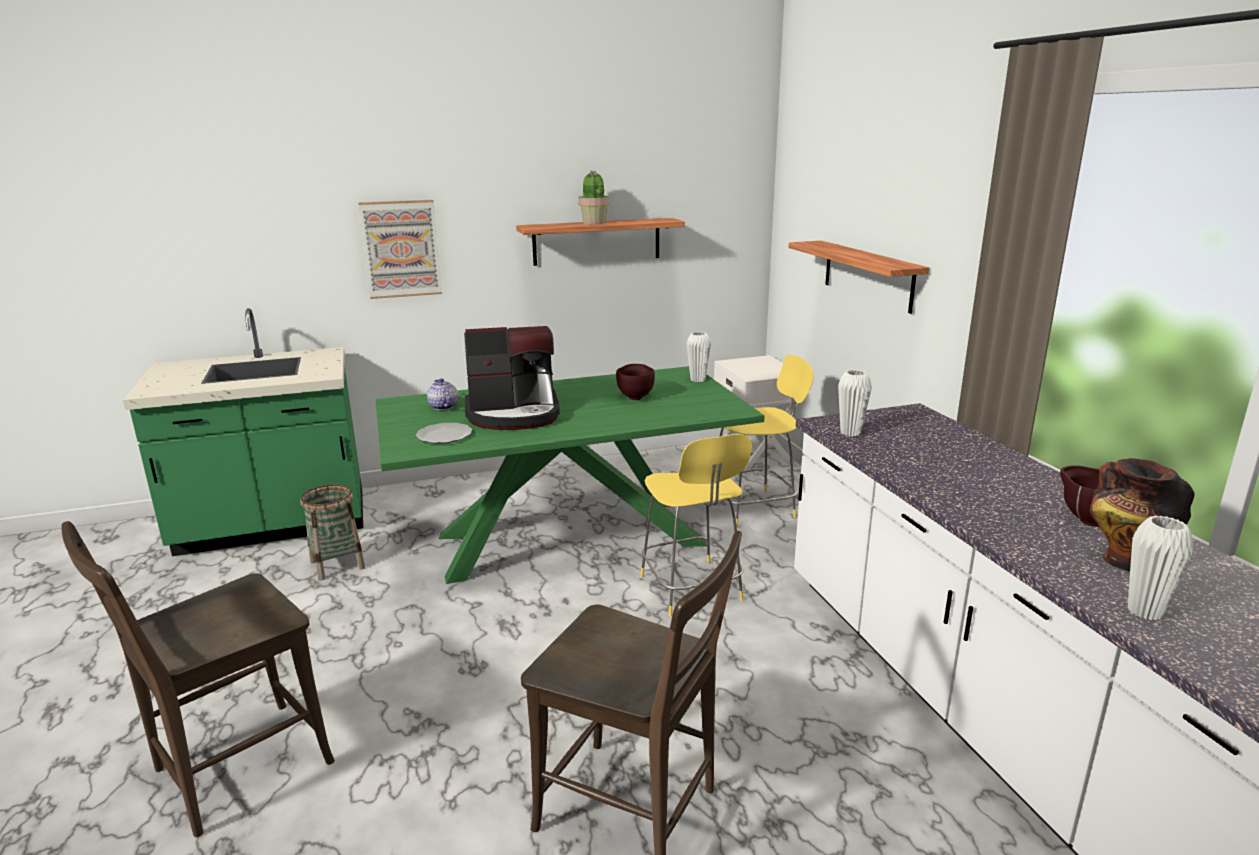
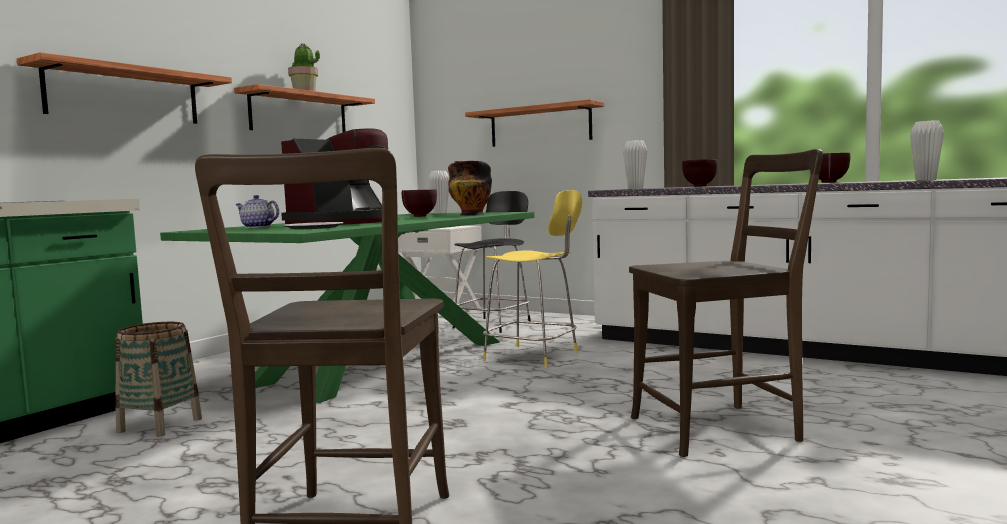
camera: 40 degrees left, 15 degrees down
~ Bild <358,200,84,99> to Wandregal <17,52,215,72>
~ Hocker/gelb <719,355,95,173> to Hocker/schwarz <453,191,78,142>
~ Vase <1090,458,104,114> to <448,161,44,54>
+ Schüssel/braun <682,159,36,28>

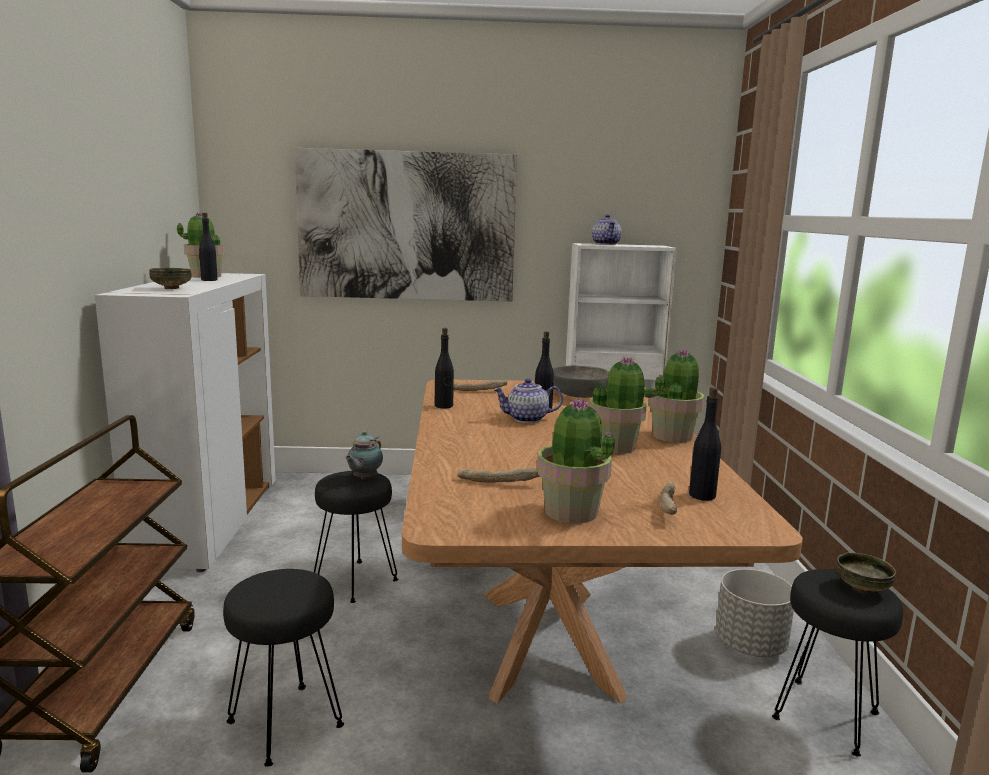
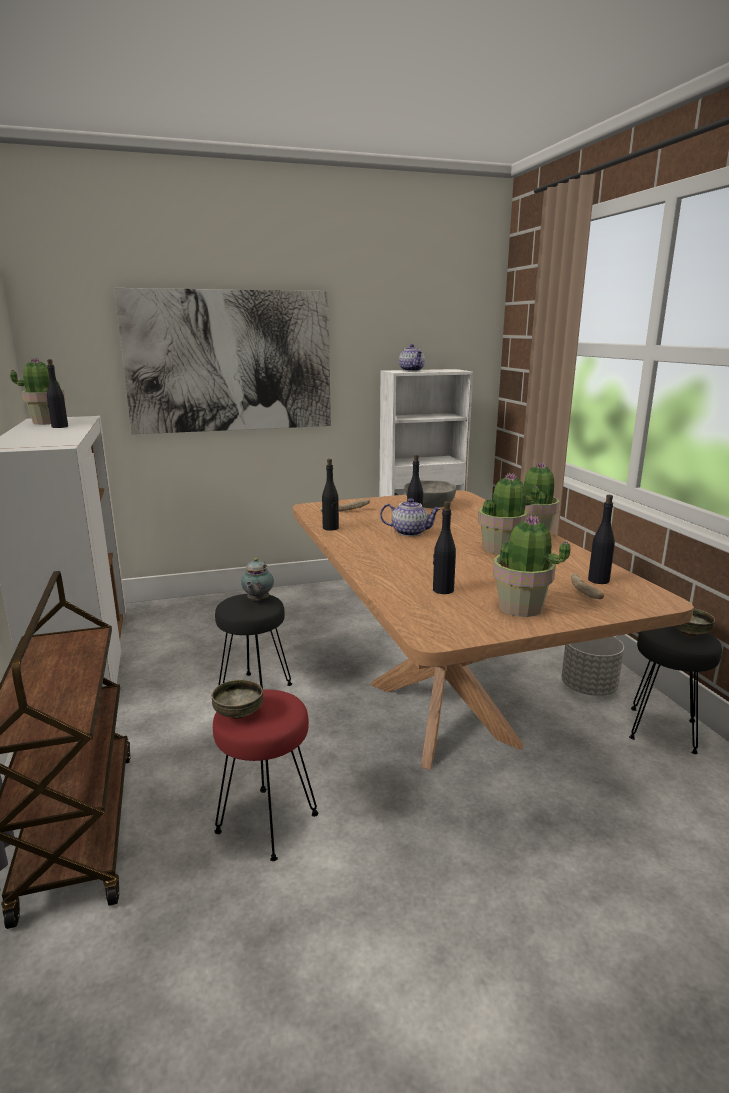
camera: 15 degrees left, 5 degrees up
~ Schüssel <149,268,43,21> to <211,680,52,39>
~ Teekanne <493,378,70,45> = <380,498,61,38> 150 degrees counterclockwise
~ Brot <457,468,83,15> to Flasche/schwarz <433,501,23,93>
~ Hocker/schwarz <223,569,121,198> to Hocker/rot <213,689,105,172>

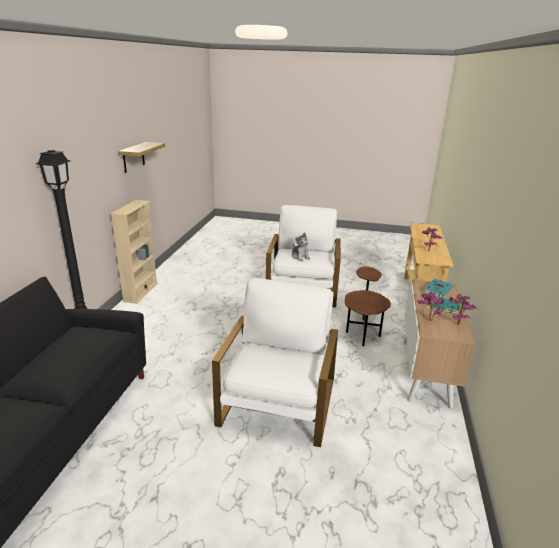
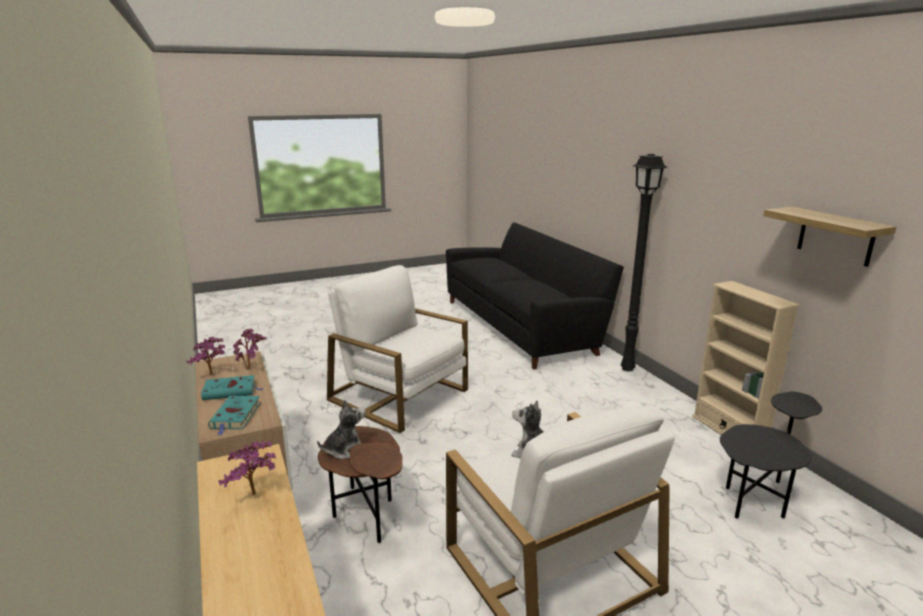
camera: 145 degrees right, 5 degrees down
~ Sessel/weiß <212,278,126,169> = <327,265,141,168> 150 degrees clockwise
+ Beistelltisch/schwarz <720,391,102,127>
+ Plüschtier <317,400,49,59>

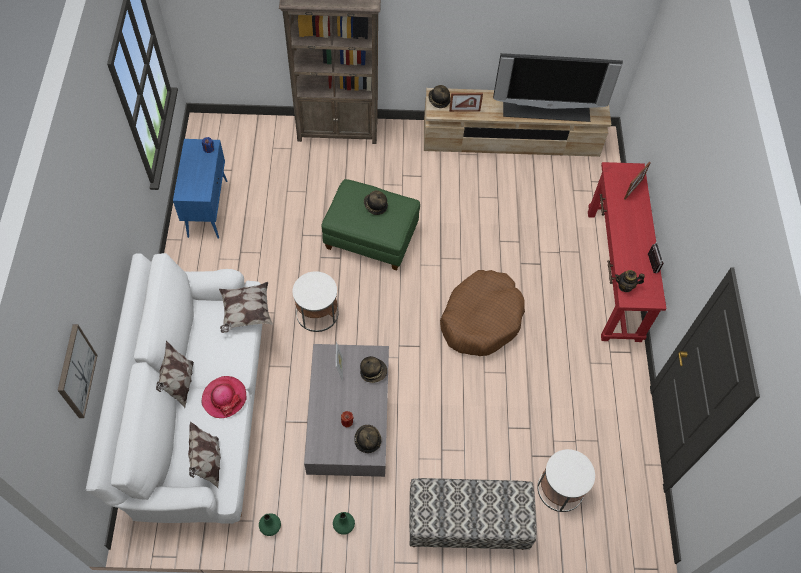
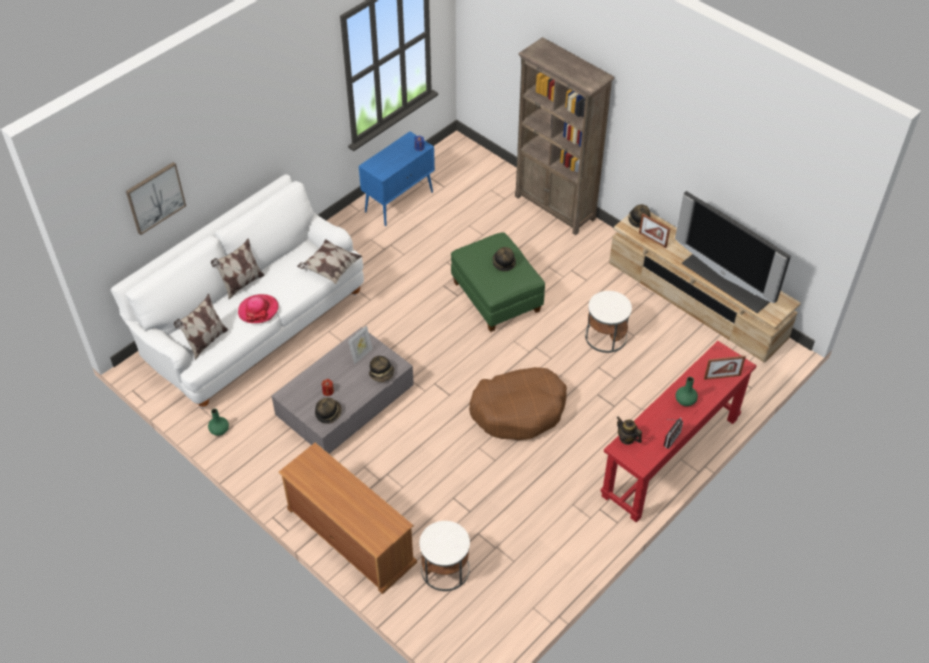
camera: 45 degrees right, 10 degrees down
~ Beistelltisch/weiß <293,271,45,61> to <585,291,47,62>
~ Bank <409,478,127,72> to Fernsehschrank/braun <278,443,139,151>
~ Vase/grün <333,512,22,23> to <676,377,22,29>

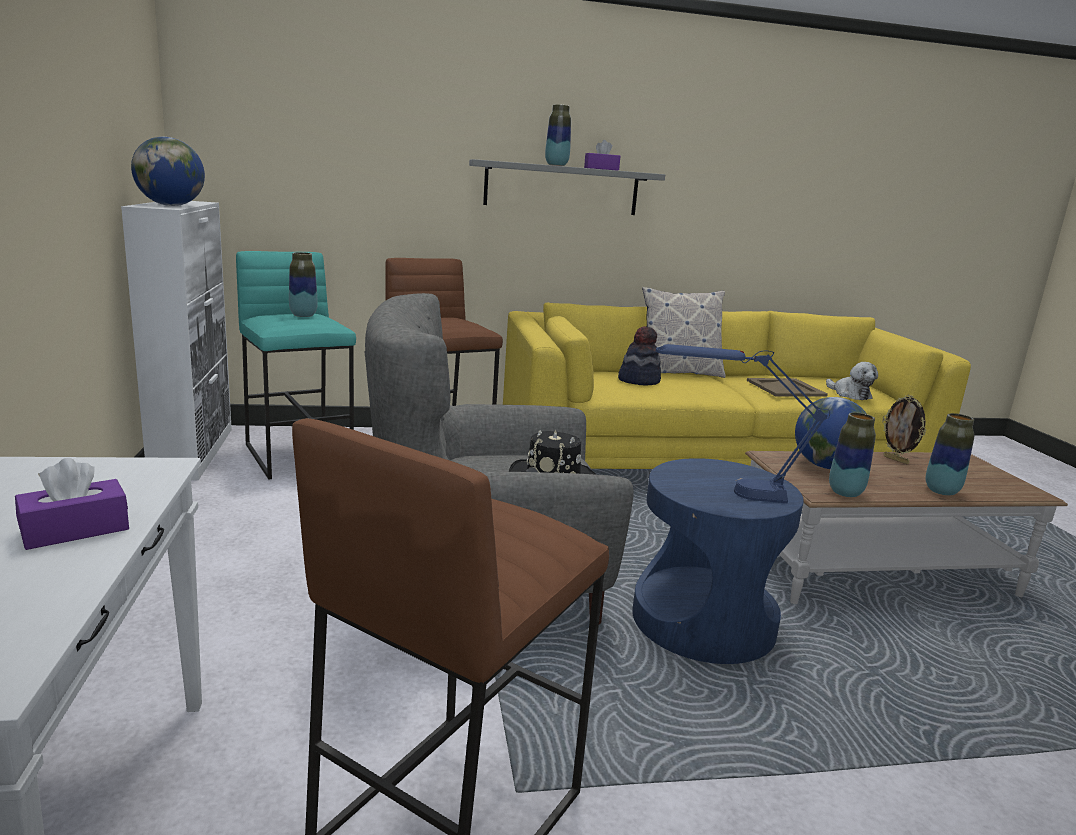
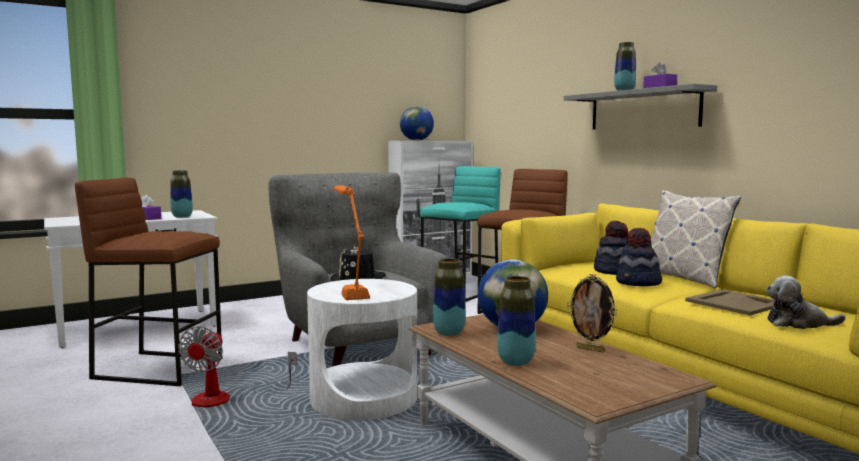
camera: 70 degrees right, 10 degrees down
~ Vase <289,252,29,65> to <171,170,22,48>
~ Tischlampe/blau <656,344,174,160> to Tischlampe/orange <334,185,36,115>
~ Plüschtier <826,362,52,38> = <766,276,79,53> 60 degrees clockwise
~ Bilderrahmen <882,395,44,69> = <567,274,50,78> 90 degrees counterclockwise
~ Beistelltisch/blau <632,458,172,206> to Beistelltisch/weiß <307,279,110,141>
+ Hut <616,228,46,58>
+ Ventilator <178,326,119,81>

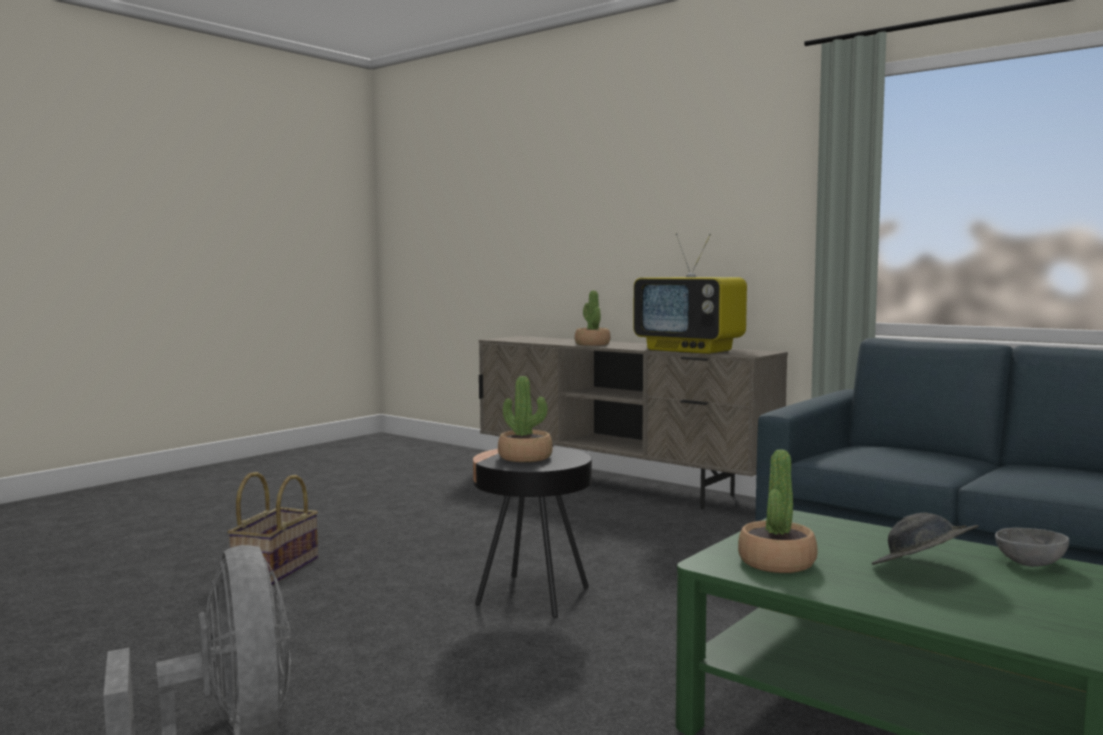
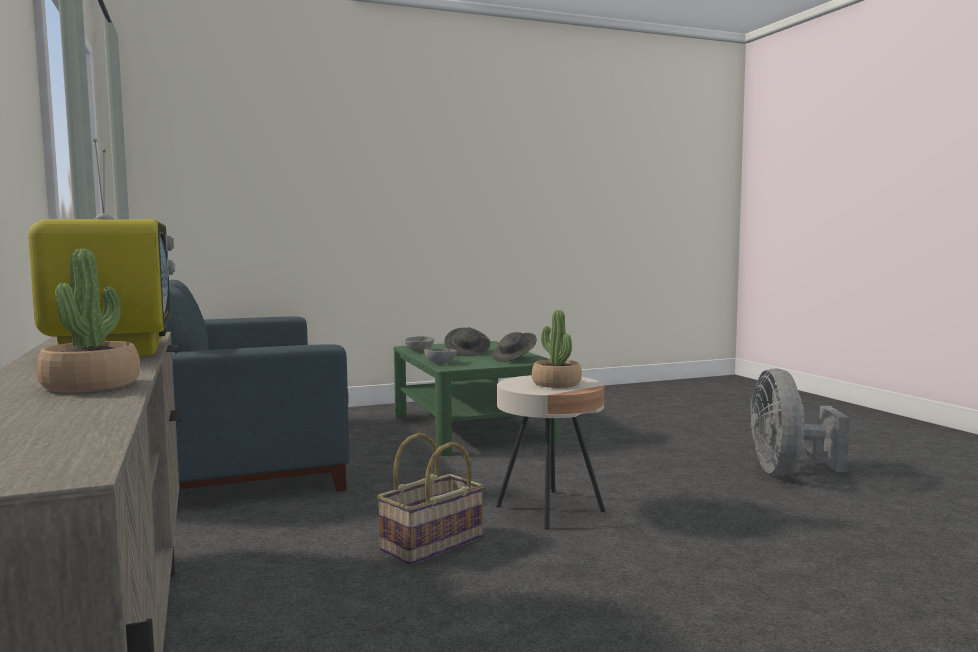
camera: 150 degrees left, 0 degrees up
~ Beistelltisch/schwarz <473,447,119,171> to Beistelltisch/beige <496,375,109,154>
~ Topfpflanze <738,449,80,124> to Hut/grau <492,332,45,30>
~ Korb <228,472,90,113> to <377,433,107,132>
+ Schüssel/grau <424,348,33,15>

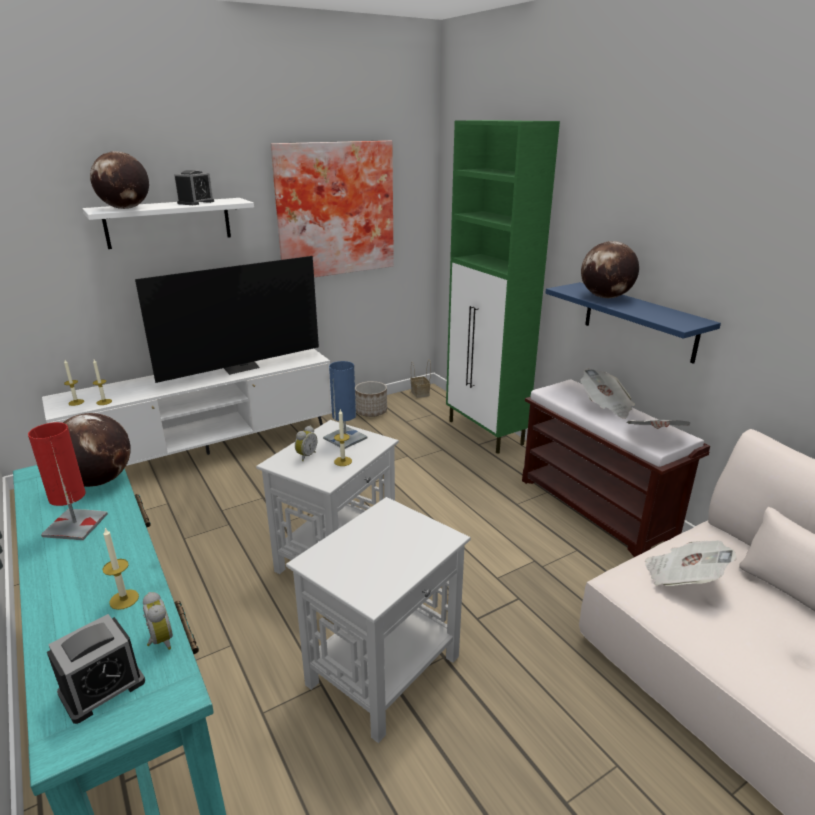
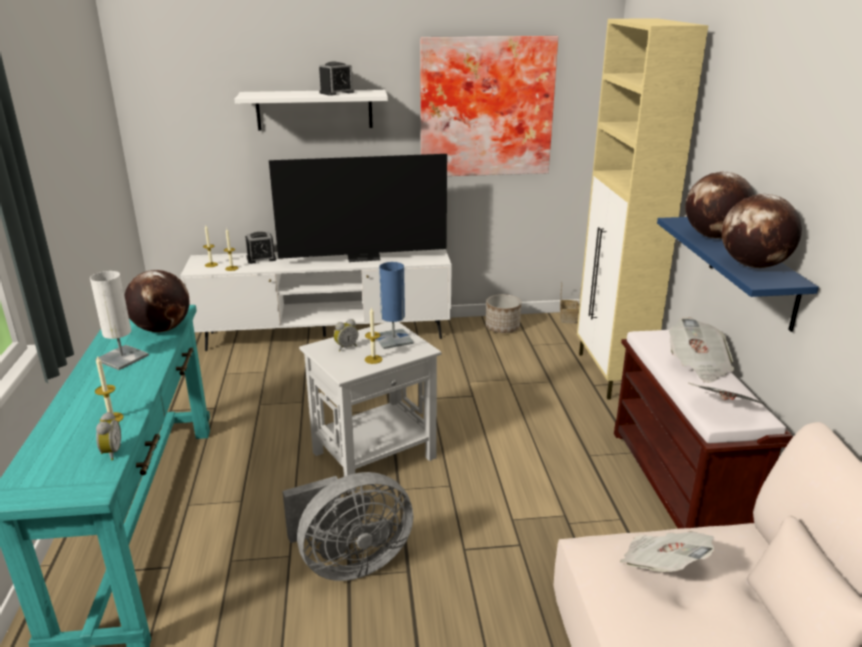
camera: 25 degrees right, 0 degrees up
~ Schrank/grün <446,120,114,334> to Schrank/beige <577,18,131,382>
~ Globus <90,151,59,58> to <722,194,80,74>
~ Tischlampe/rot <28,422,80,118> to Tischlampe/weiß <90,271,59,99>
~ Beistelltisch/weiß <286,497,185,246> to Ventilator/grau <282,472,131,109>
~ Wecker <47,614,98,110> to <245,232,31,32>

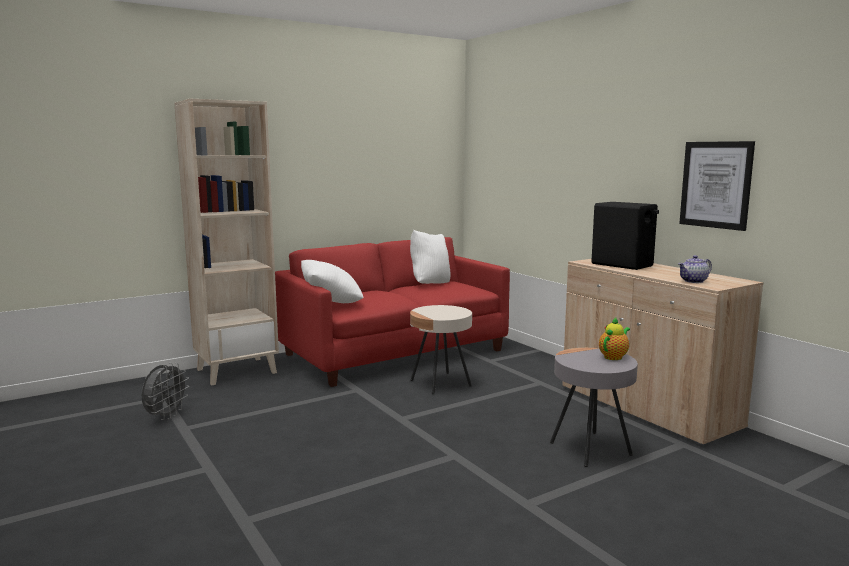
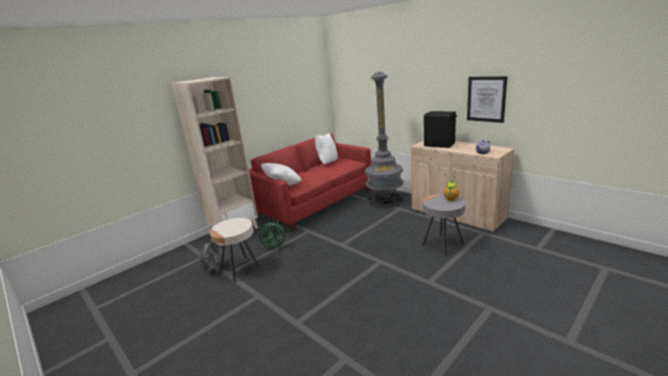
camera: 10 degrees left, 10 degrees up
~ Beistelltisch/beige <410,305,62,89> to <210,218,51,64>
+ Stehlampe/grau <365,72,39,137>
+ Ventilator/grün <258,220,29,28>

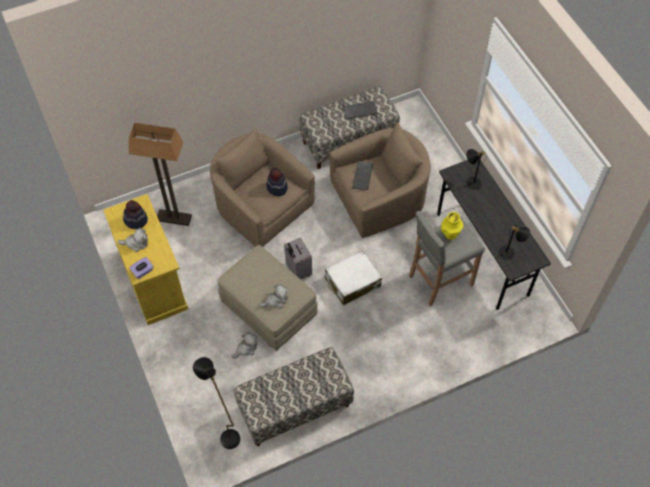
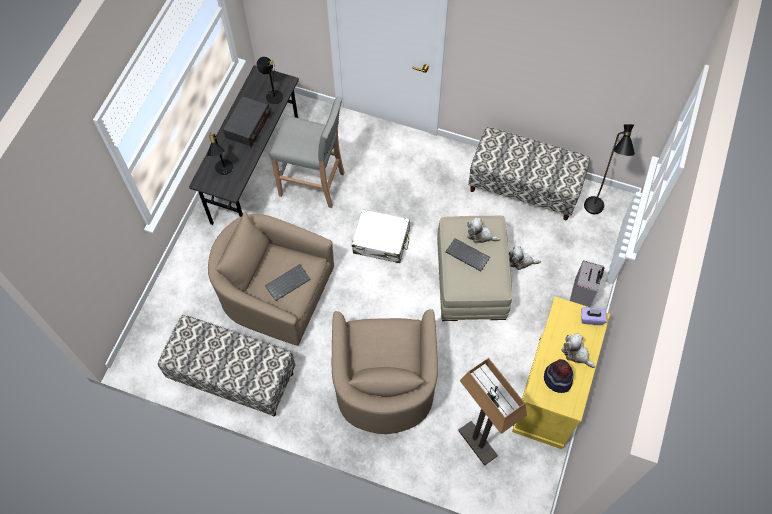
camera: 135 degrees left, 5 degrees up
~ Tastatur <343,101,35,18> to <445,238,45,33>
- Hut <266,168,22,28>
- Vase/gelb <441,212,22,28>
~ Koffer/grau <284,237,28,42> to <570,260,34,47>
+ Radio <223,96,47,52>

